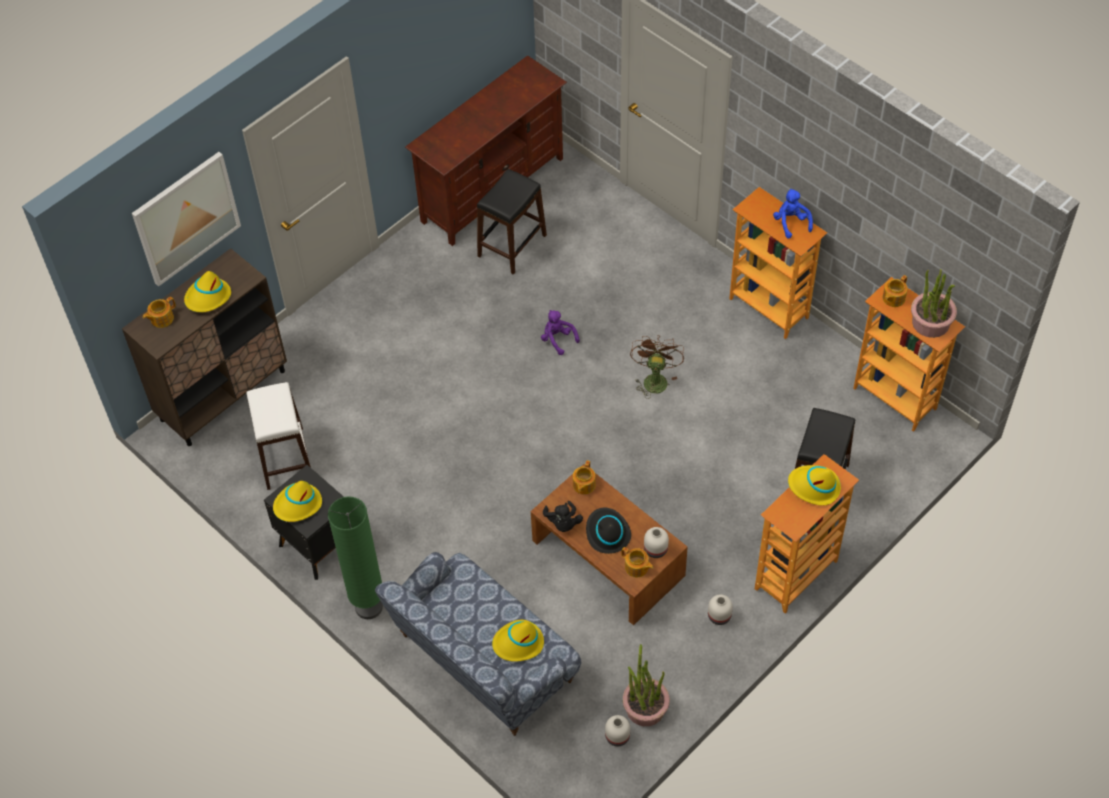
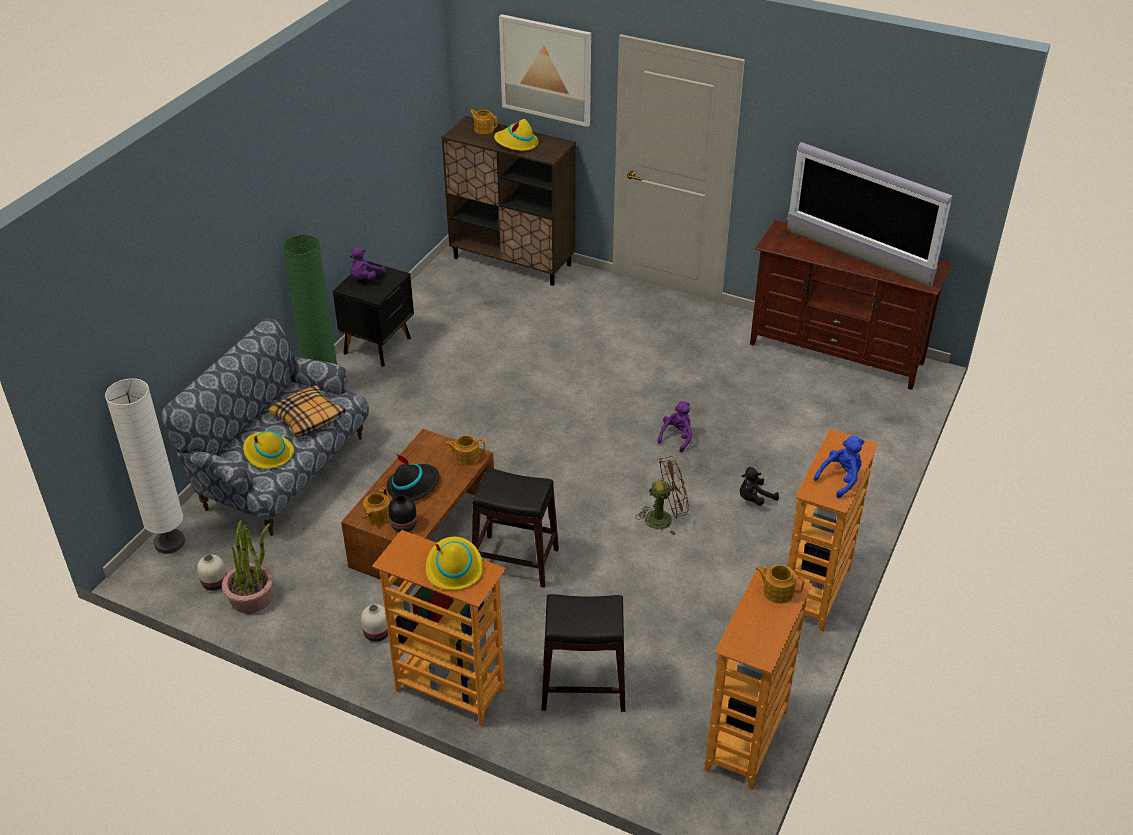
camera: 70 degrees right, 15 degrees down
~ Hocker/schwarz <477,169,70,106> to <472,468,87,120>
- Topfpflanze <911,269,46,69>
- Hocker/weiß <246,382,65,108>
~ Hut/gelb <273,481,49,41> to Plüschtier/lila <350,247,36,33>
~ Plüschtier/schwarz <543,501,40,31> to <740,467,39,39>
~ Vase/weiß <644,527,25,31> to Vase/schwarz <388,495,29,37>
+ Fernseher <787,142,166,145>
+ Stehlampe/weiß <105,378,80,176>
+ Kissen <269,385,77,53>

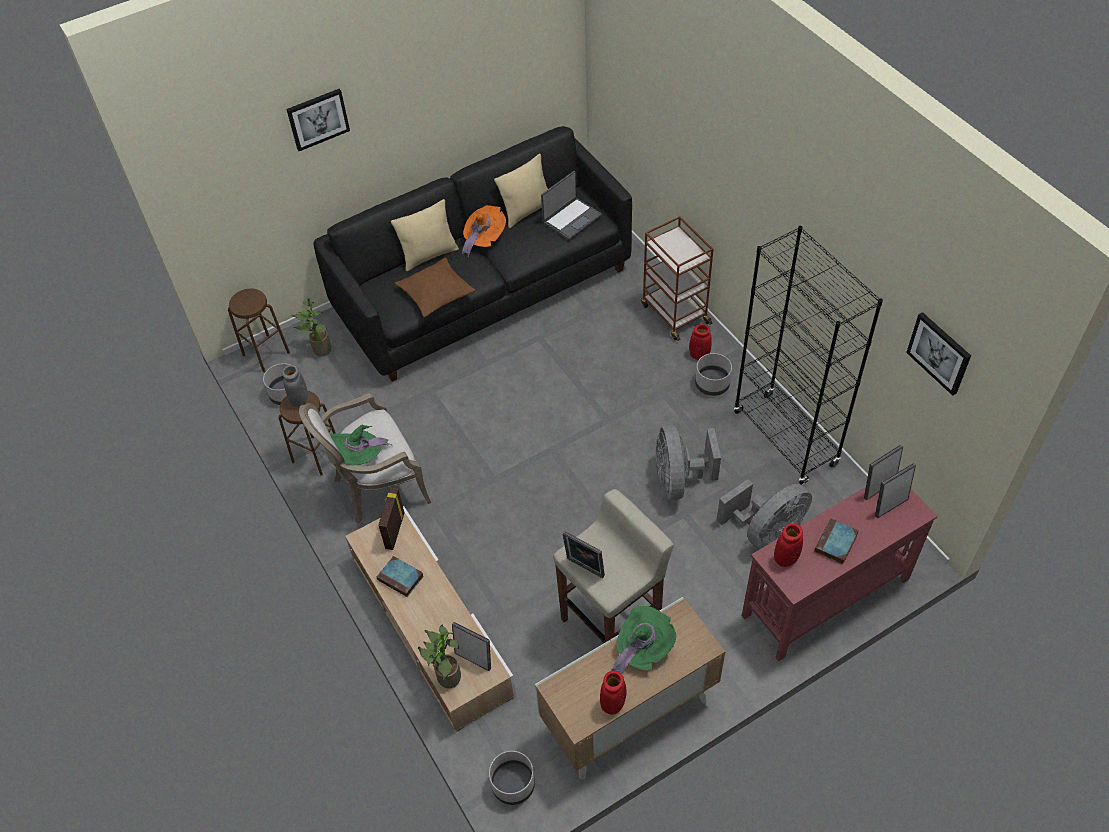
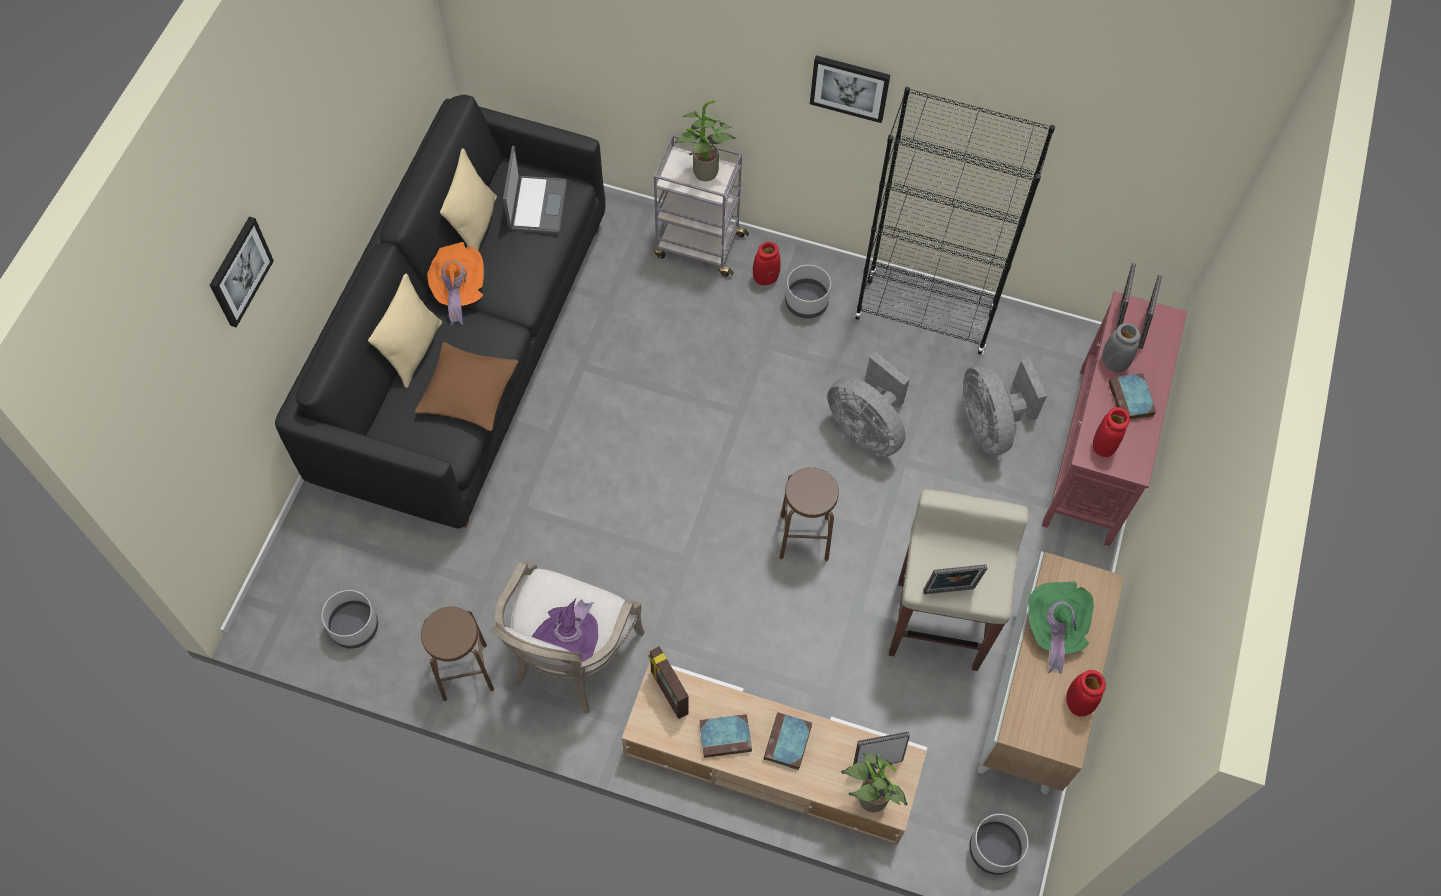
camera: 45 degrees left, 10 degrees up
~ Rollwagen/braun <641,216,72,125> to Rollwagen/grau <654,134,95,143>
~ Hocker/braun <228,289,62,83> to <779,467,60,94>
~ Topfpflanze <291,298,40,59> to <674,100,62,81>
~ Bild <906,312,65,84> to <810,55,80,68>
~ Vase/grau <282,365,26,41> to <1102,323,38,50>
~ Hut/grün <330,425,61,40> to Hut/lila <532,599,66,65>
~ Ventilator/grau <717,479,95,70> = <963,358,84,97> 150 degrees clockwise
+ Buch <764,712,48,58>

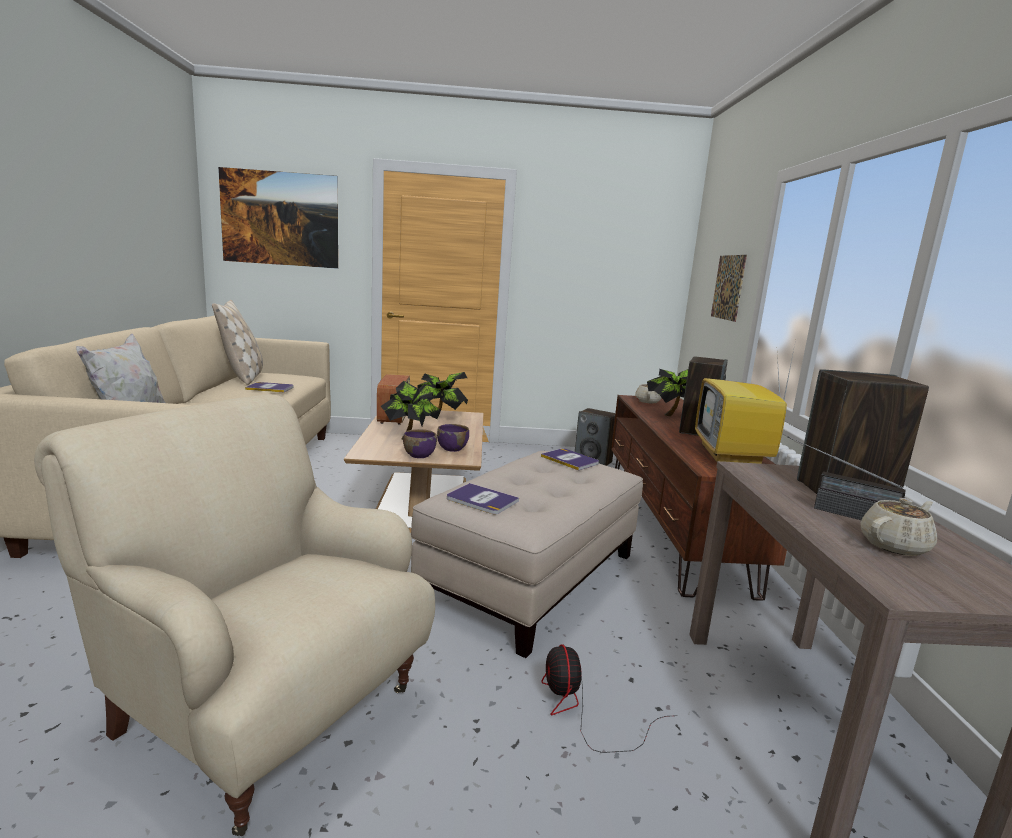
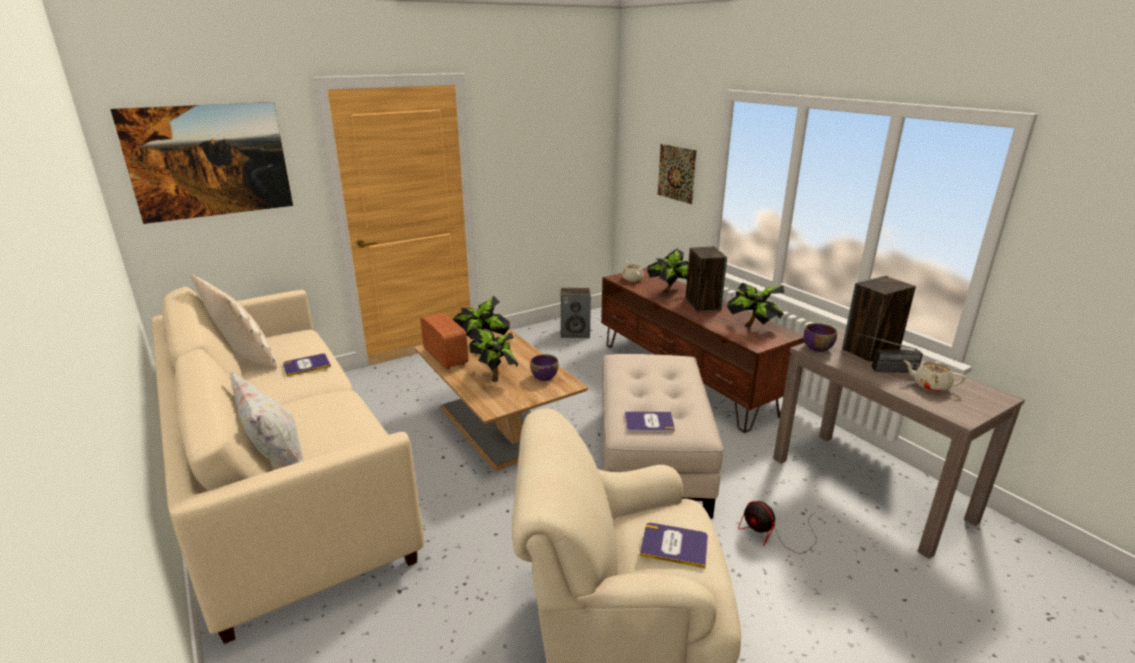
camera: 30 degrees left, 10 degrees up
~ Fernseher <695,340,101,124> to Topfpflanze <727,282,57,45>
~ Schüssel/lila <403,429,34,29> to <804,323,33,29>
~ Buch <541,448,58,23> to <640,523,68,45>
~ Teekanne/beige <861,498,76,58> = <903,360,63,32> 90 degrees counterclockwise

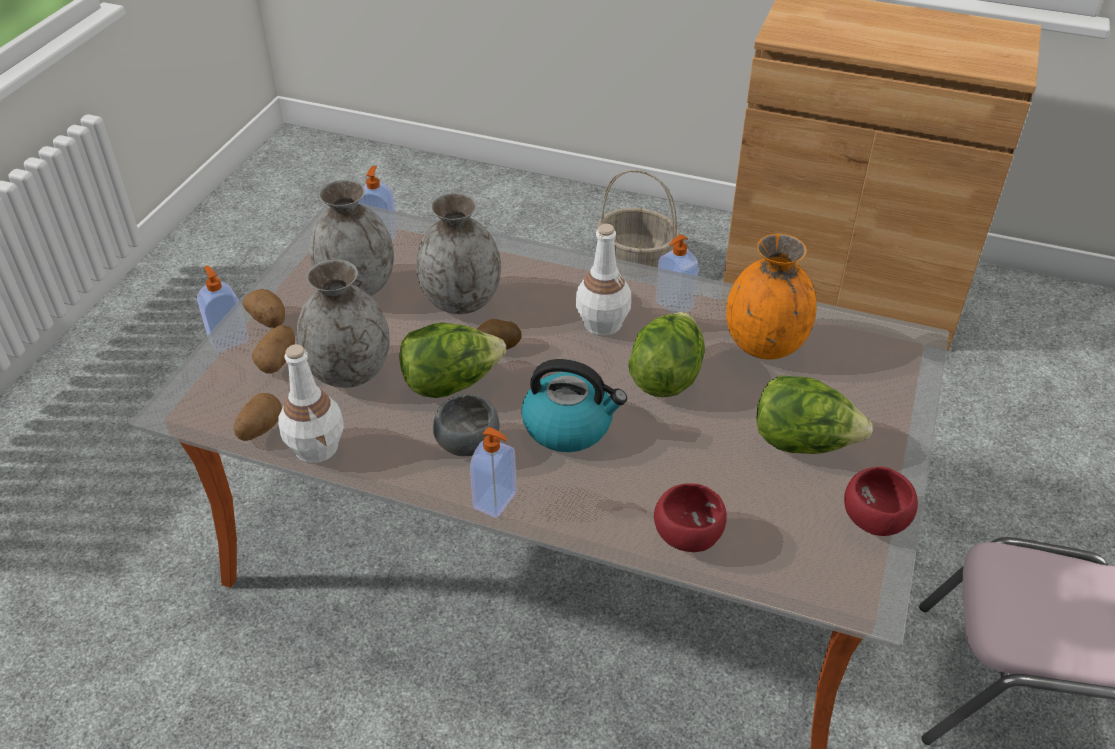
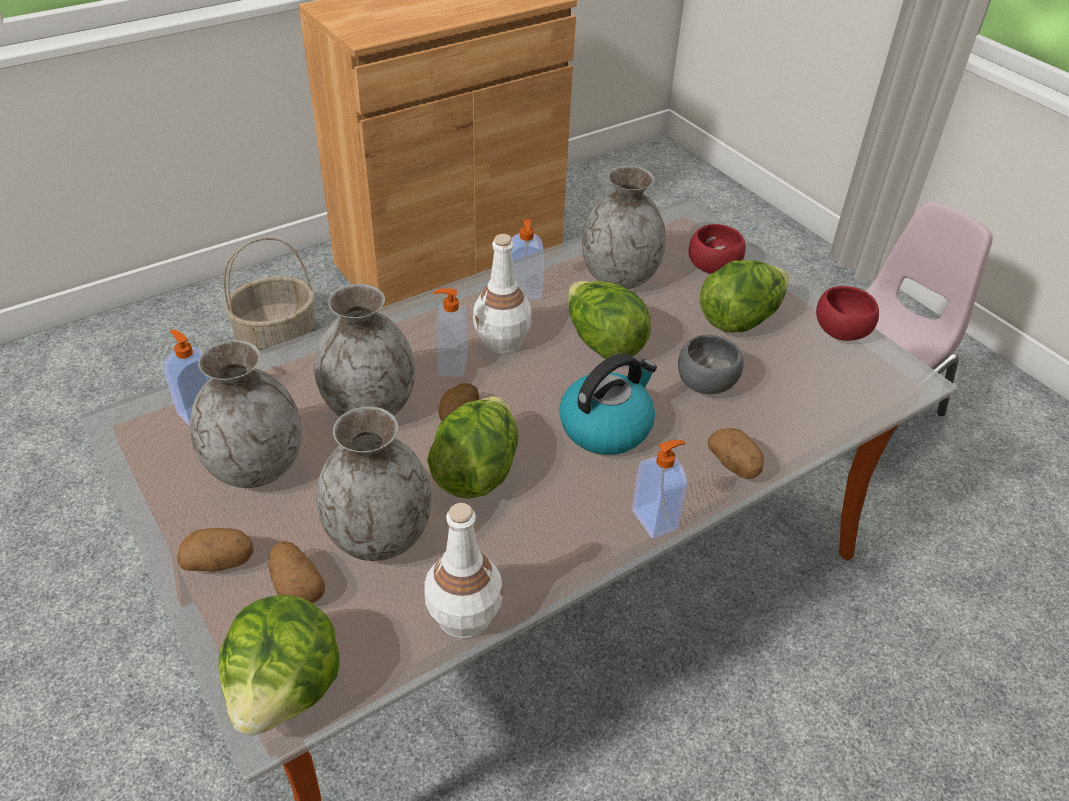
camera: 55 degrees left, 0 degrees up
~ Vase/orange <726,234,90,125> to Vase/grau <582,166,84,123>
~ Seifenspender <197,266,52,87> to <434,288,34,89>
~ Kartoffel <233,393,49,48> to <708,428,56,51>
~ Schüssel/grau <433,394,66,62> to <678,335,66,59>
~ Schüssel/rot <654,483,73,69> to <689,224,57,50>
+ Salatkopf <218,595,121,140>

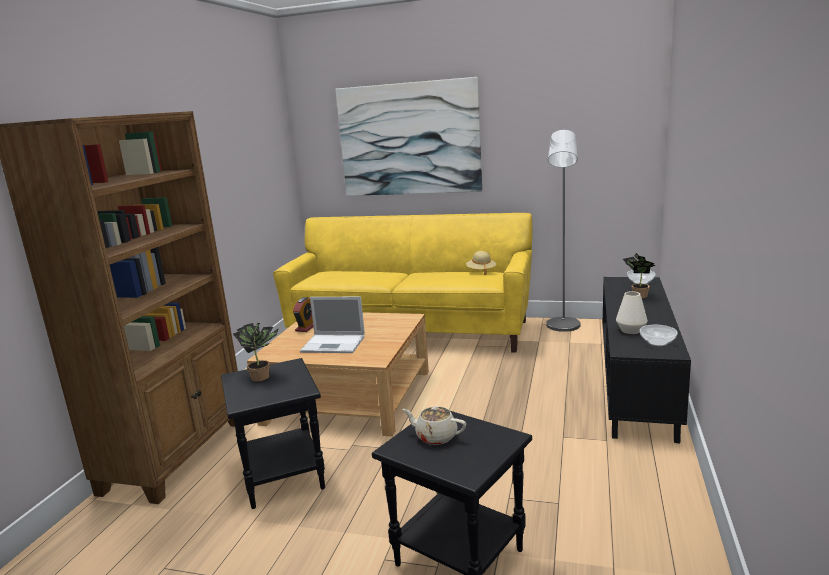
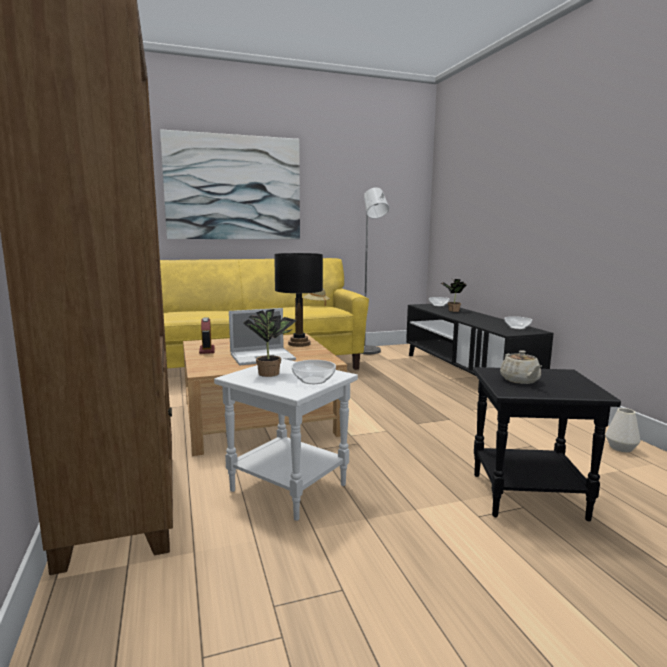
camera: 35 degrees left, 5 degrees down
~ Vase/weiß <616,291,31,43> to <605,408,36,44>
~ Beistelltisch/schwarz <221,358,104,151> to Beistelltisch/weiß <214,358,144,163>
~ Teekanne/beige <402,406,64,39> = <500,350,42,34> 90 degrees counterclockwise
+ Tischlampe/schwarz <274,253,49,94>
+ Schüssel <292,360,44,24>

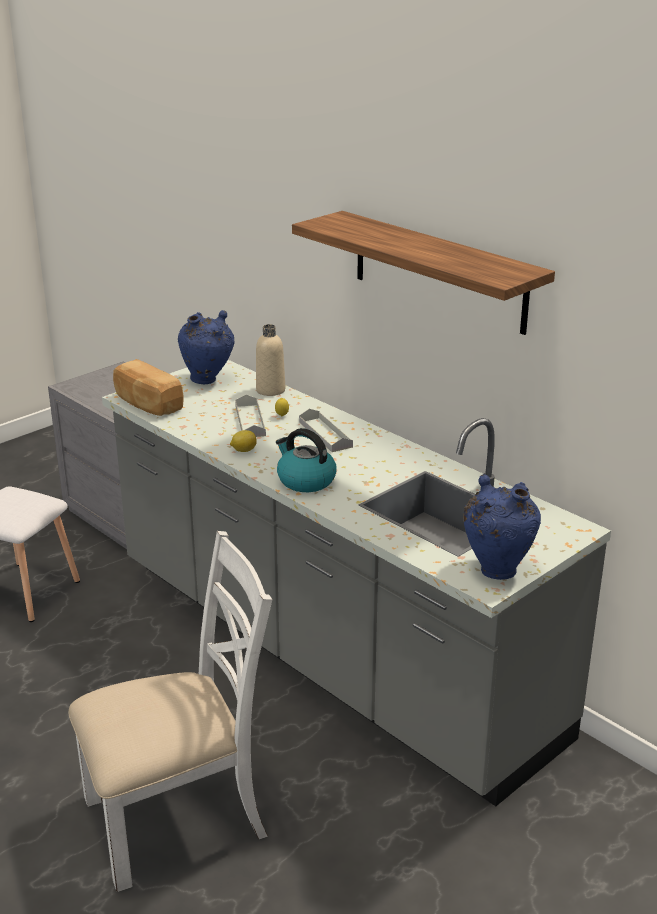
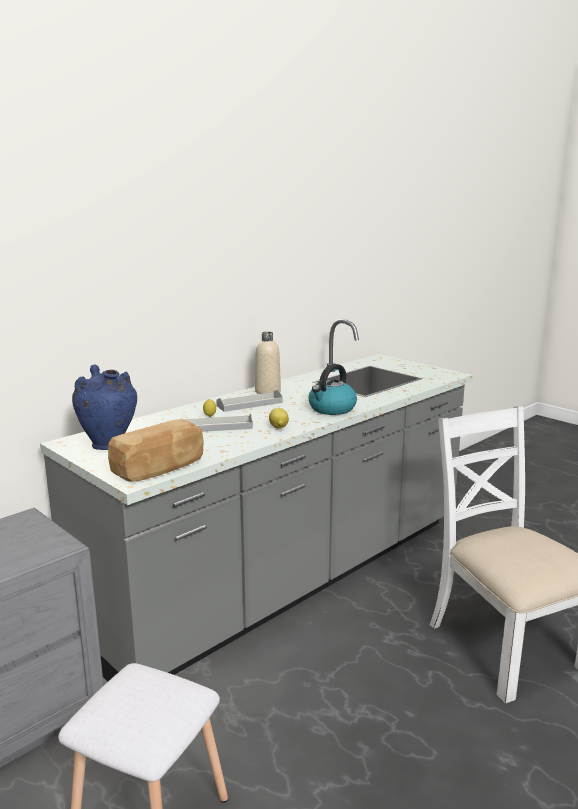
camera: 90 degrees left, 10 degrees down
- Wandregal <292,211,263,124>
~ Flasche/beige <256,324,29,72> to <255,332,26,62>
- Vase/blau <463,474,78,106>

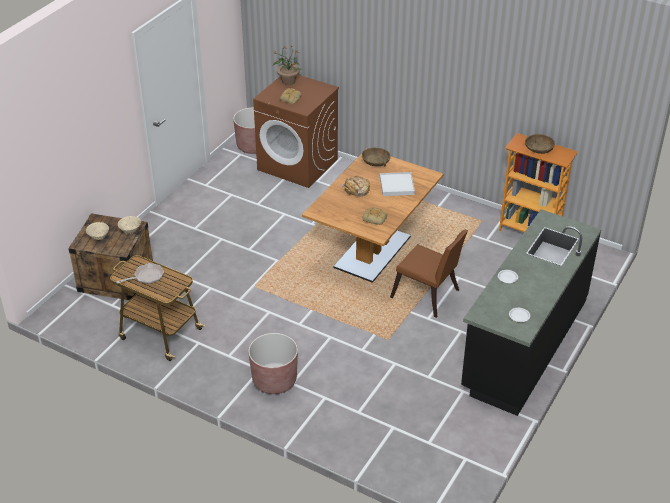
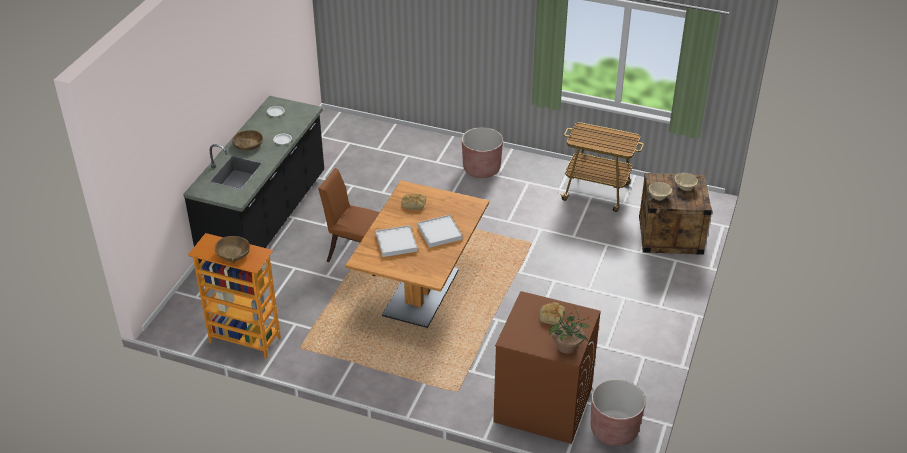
camera: 170 degrees right, 0 degrees up
~ Schüssel/braun <362,148,29,19> to <232,130,31,21>
~ Brot <342,176,28,20> to Tablett/weiß <417,215,45,33>
- Pfanne <117,263,47,21>

